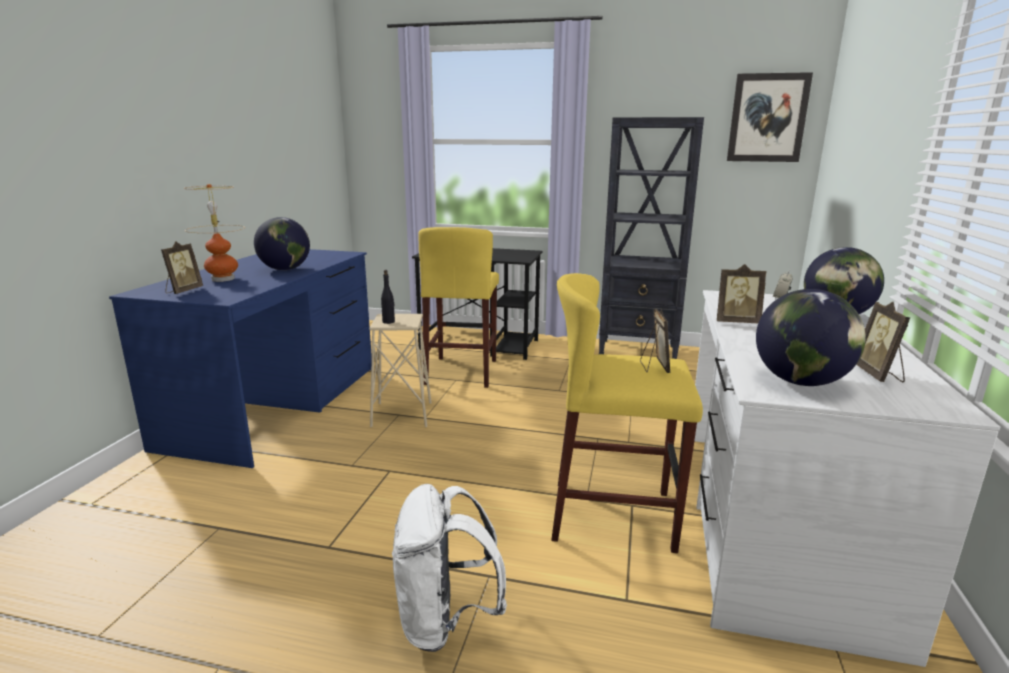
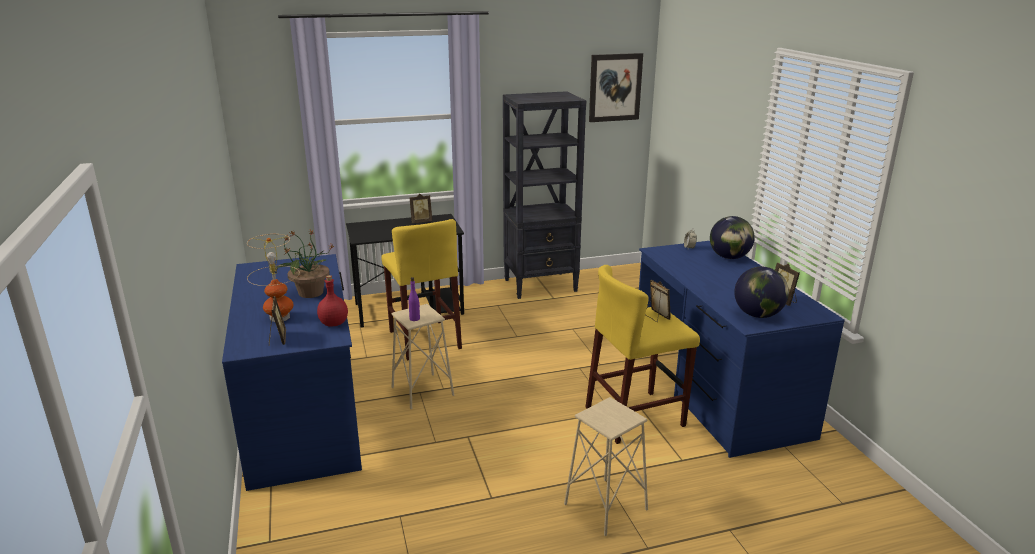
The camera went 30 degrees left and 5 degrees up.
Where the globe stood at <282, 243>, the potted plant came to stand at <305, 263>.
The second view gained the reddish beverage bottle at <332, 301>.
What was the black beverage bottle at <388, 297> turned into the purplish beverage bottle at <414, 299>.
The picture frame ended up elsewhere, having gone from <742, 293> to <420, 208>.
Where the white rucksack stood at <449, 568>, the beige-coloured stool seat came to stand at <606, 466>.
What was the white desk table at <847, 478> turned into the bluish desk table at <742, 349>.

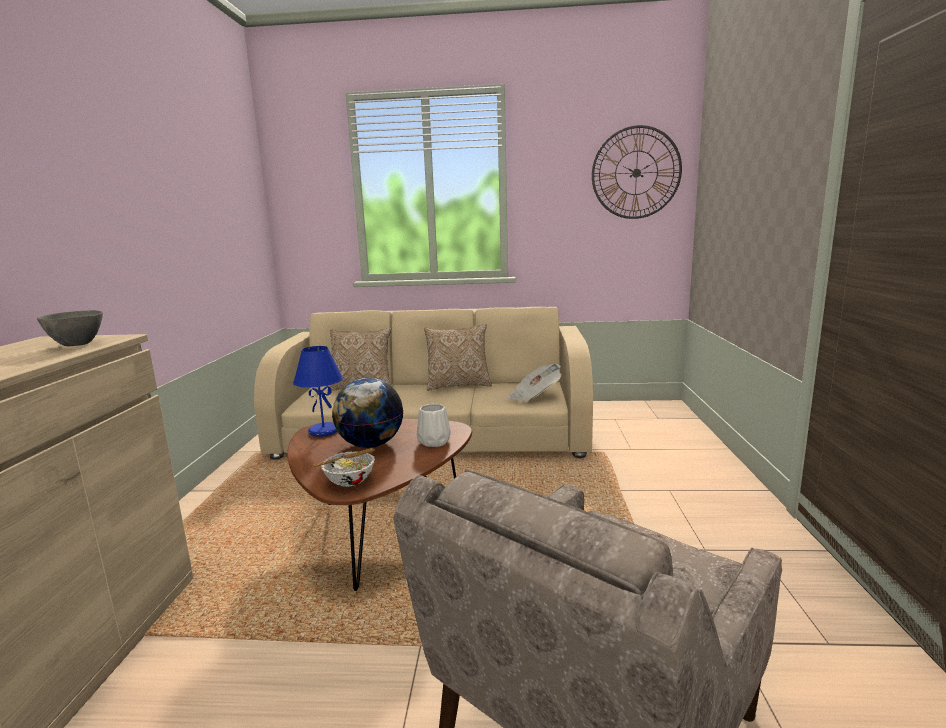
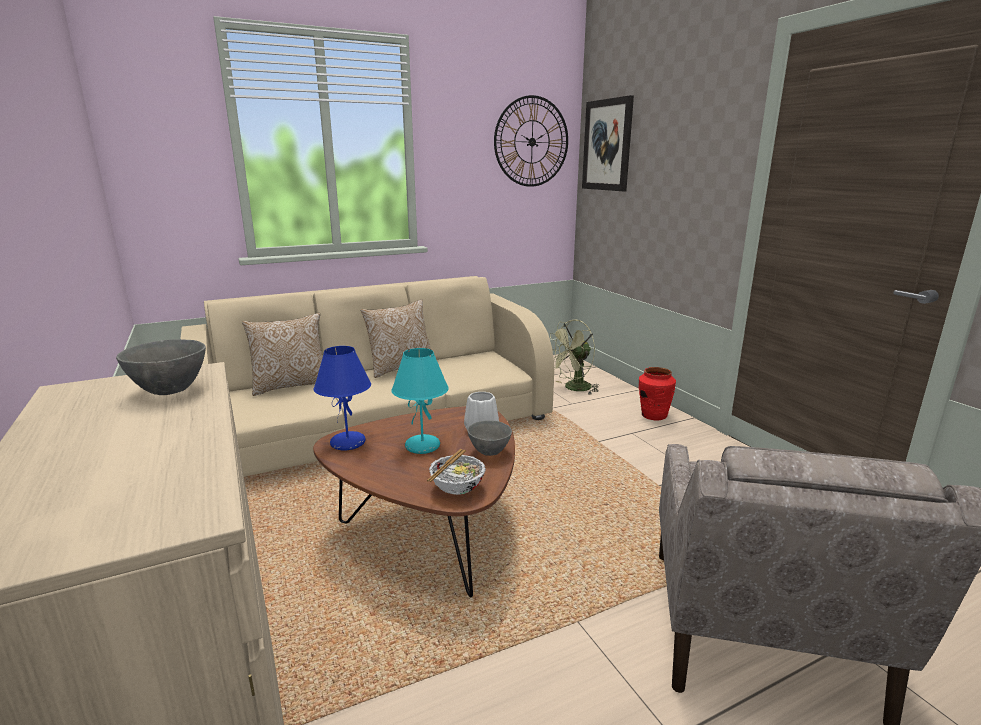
The camera went 30 degrees left and 5 degrees up.
Where the globe stood at <367, 413>, the turquoise lamp for a table came to stand at <420, 401>.
The second view gained the grey bowl at <489, 438>.
The second view gained the greenish electric fan at <575, 357>.
The second view gained the wall picture at <608, 143>.
The second view gained the reddish flower vase at <657, 393>.
The second view lost the printed paper at <534, 383>.

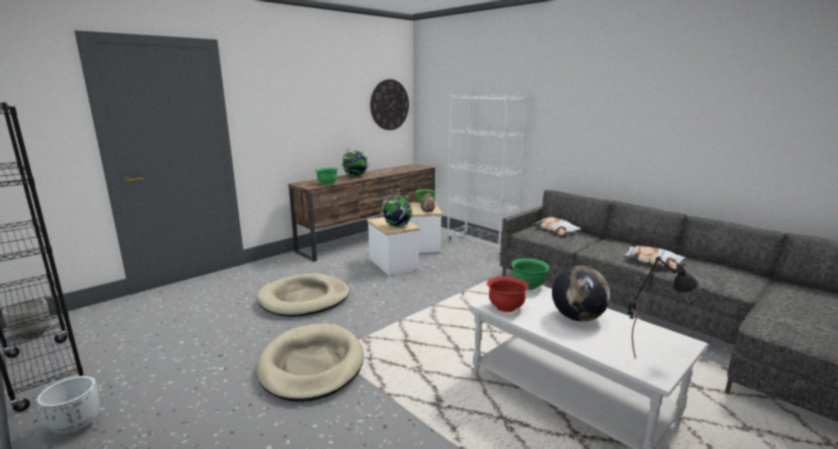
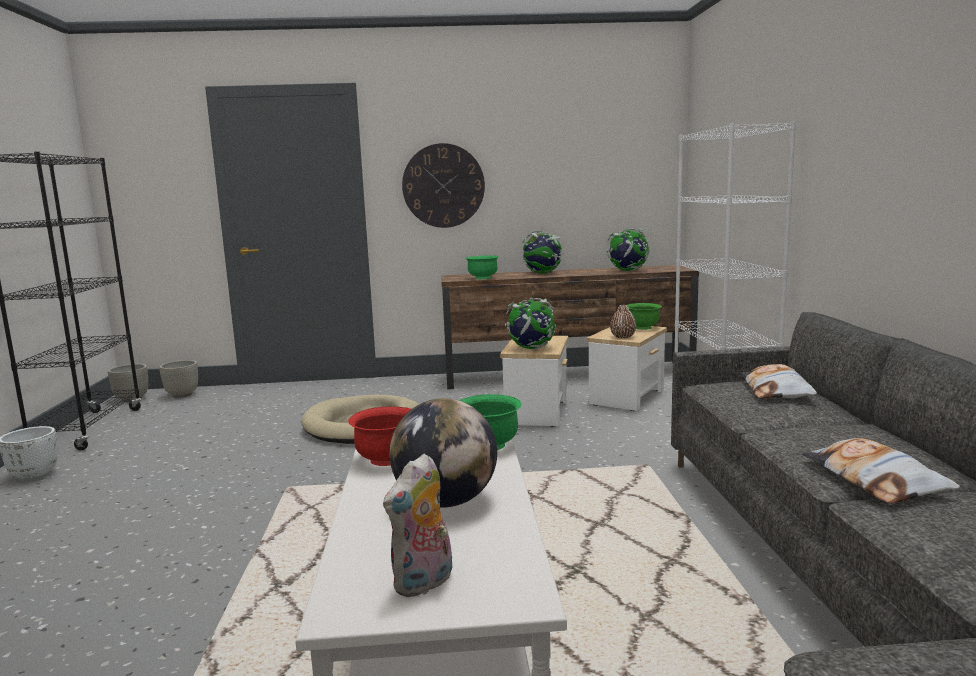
The camera went 40 degrees right and 5 degrees down.
The second view gained the grey plant pot at <178, 379>.
Where the black lamp for a table stood at <663, 307>, the soft toy came to stand at <417, 526>.
The wall clock ended up elsewhere, having gone from <389, 104> to <443, 185>.
The second view gained the globe at <628, 249>.
The second view lost the beige-coloured dog bed at <310, 362>.

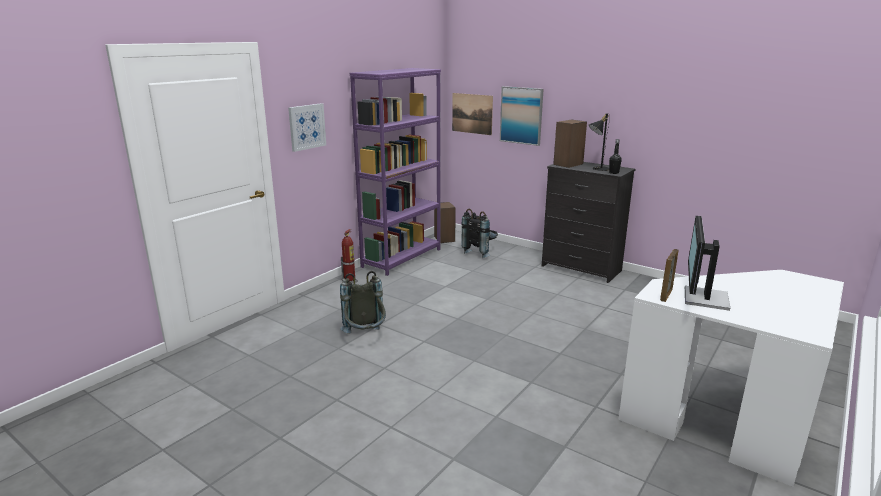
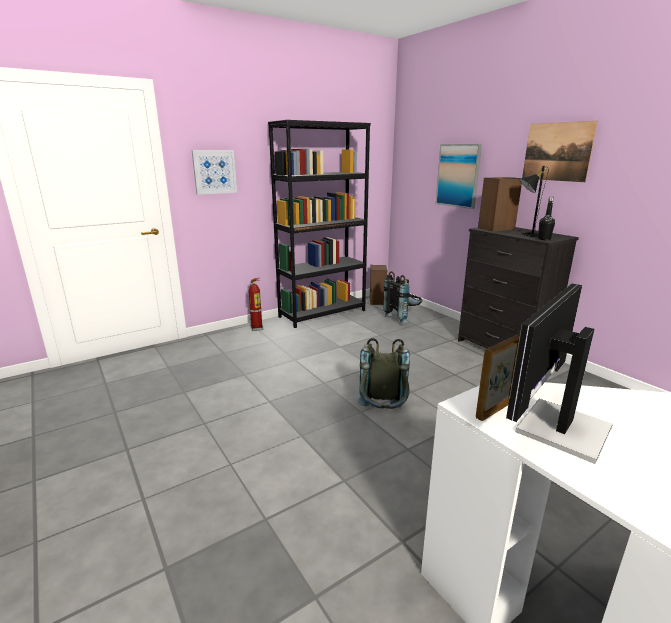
The camera went 20 degrees right and 0 degrees up.
What was the purplish bookcase at <395, 172> turned into the black bookcase at <319, 224>.
The grey rucksack ended up elsewhere, having gone from <363, 302> to <383, 373>.
The wall picture ended up elsewhere, having gone from <472, 114> to <560, 151>.

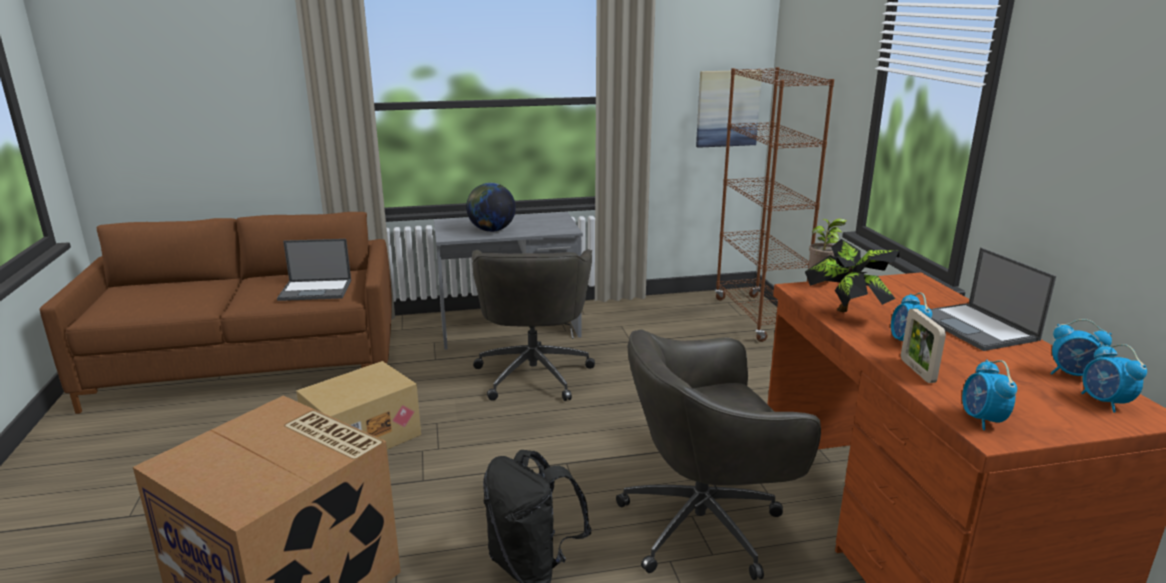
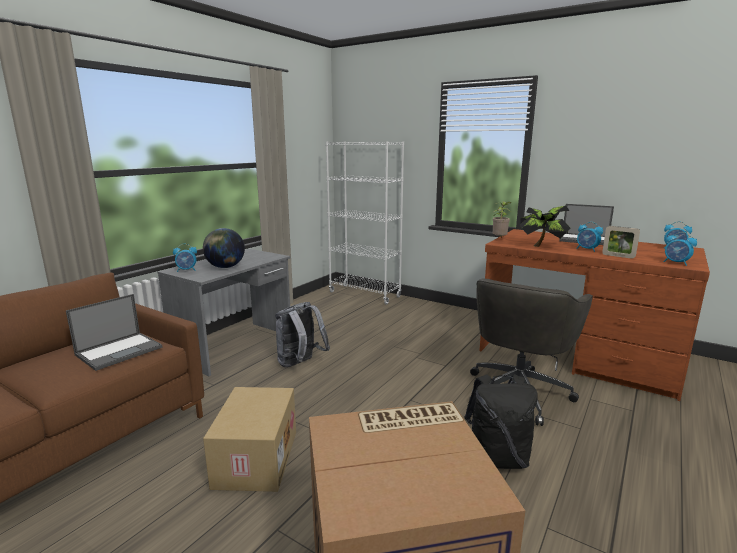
The camera went 45 degrees left and 5 degrees down.
The bedside clock ended up elsewhere, having gone from <1081, 347> to <185, 258>.
Where the grey computer chair stood at <533, 325>, the grey rucksack came to stand at <302, 334>.
What was the brown bookcase at <774, 204> turned into the white bookcase at <365, 222>.
The second view lost the wall picture at <729, 109>.

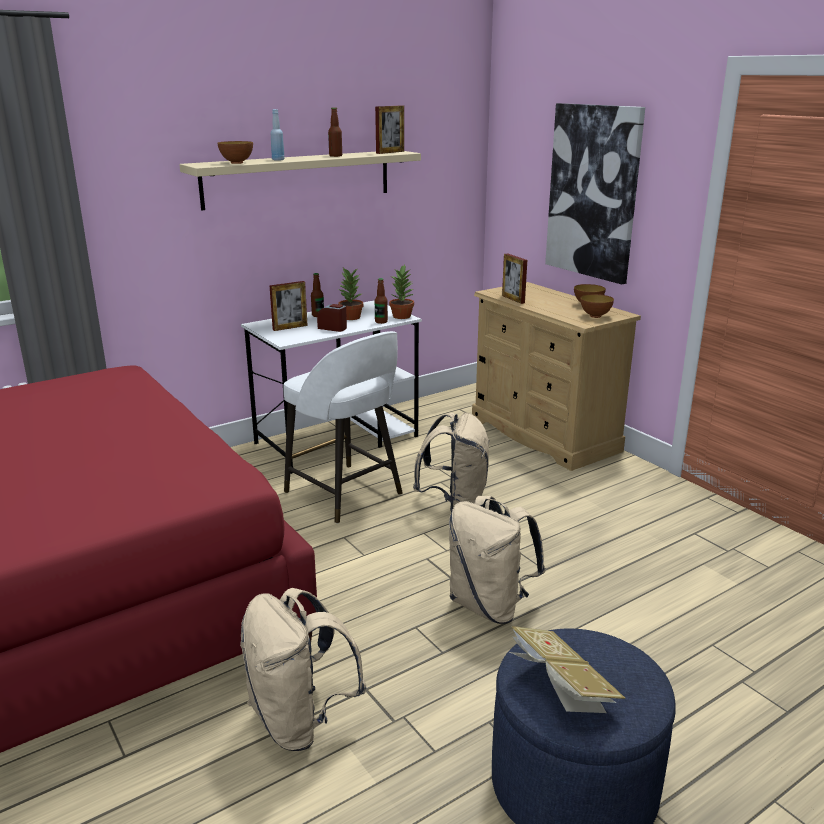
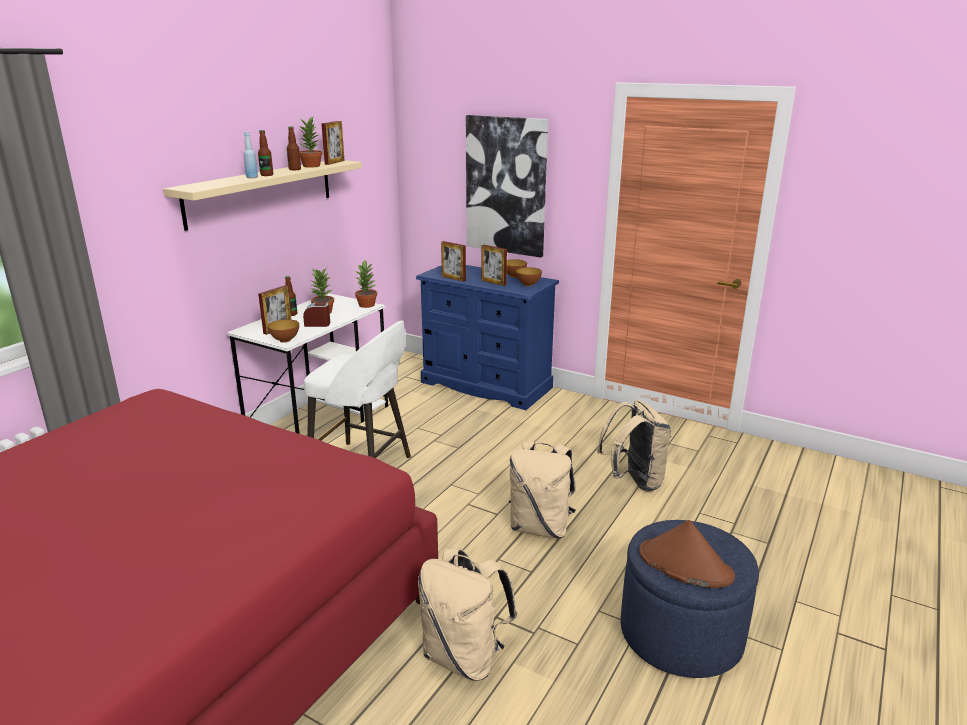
The camera went 25 degrees left and 0 degrees up.
The beverage bottle ended up elsewhere, having gone from <381, 301> to <265, 153>.
The bowl ended up elsewhere, having gone from <235, 152> to <283, 331>.
The second view gained the potted plant at <310, 142>.
What was the beige-coloured chest of drawers at <556, 376> turned into the bluish chest of drawers at <487, 337>.
The second view gained the picture frame at <494, 265>.
The beige-coloured rucksack ended up elsewhere, having gone from <451, 462> to <634, 446>.
Where the volume stood at <567, 669>, the brown wearable hat came to stand at <687, 554>.

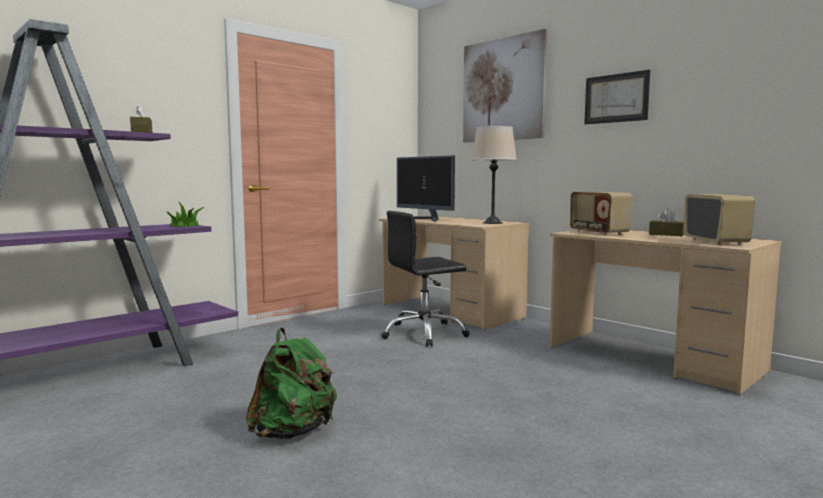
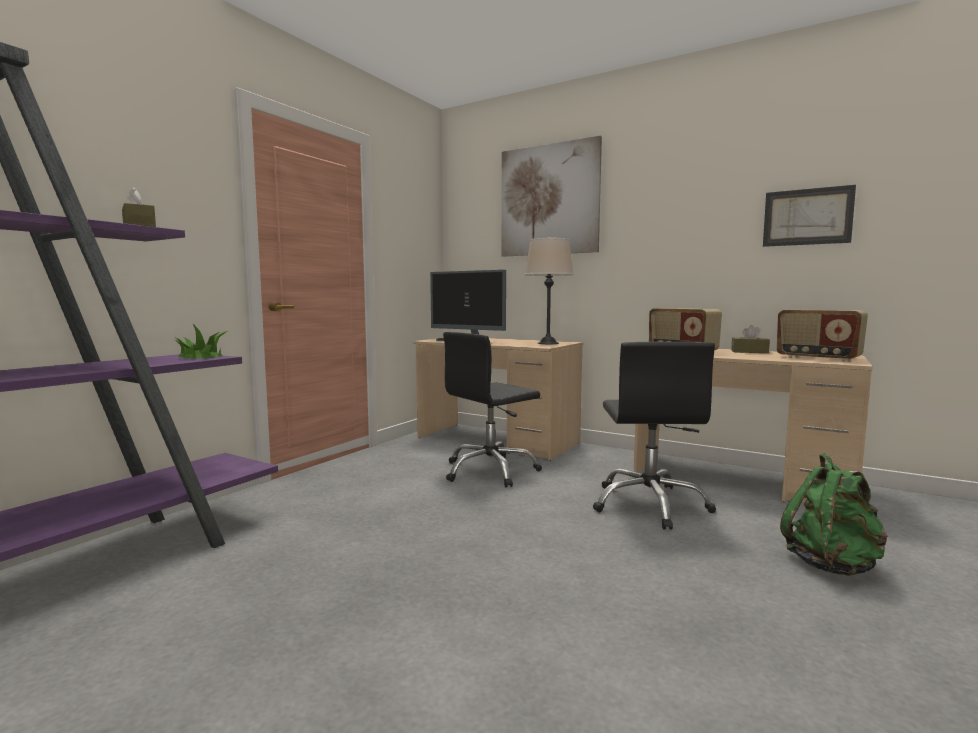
The camera went 15 degrees left and 0 degrees up.
The second view gained the black computer chair at <654, 436>.
The wall picture ended up elsewhere, having gone from <617, 97> to <809, 216>.
The radio receiver at <719, 219> ended up facing another way, 150 degrees clockwise from before.
The greenish rucksack ended up elsewhere, having gone from <291, 383> to <834, 515>.

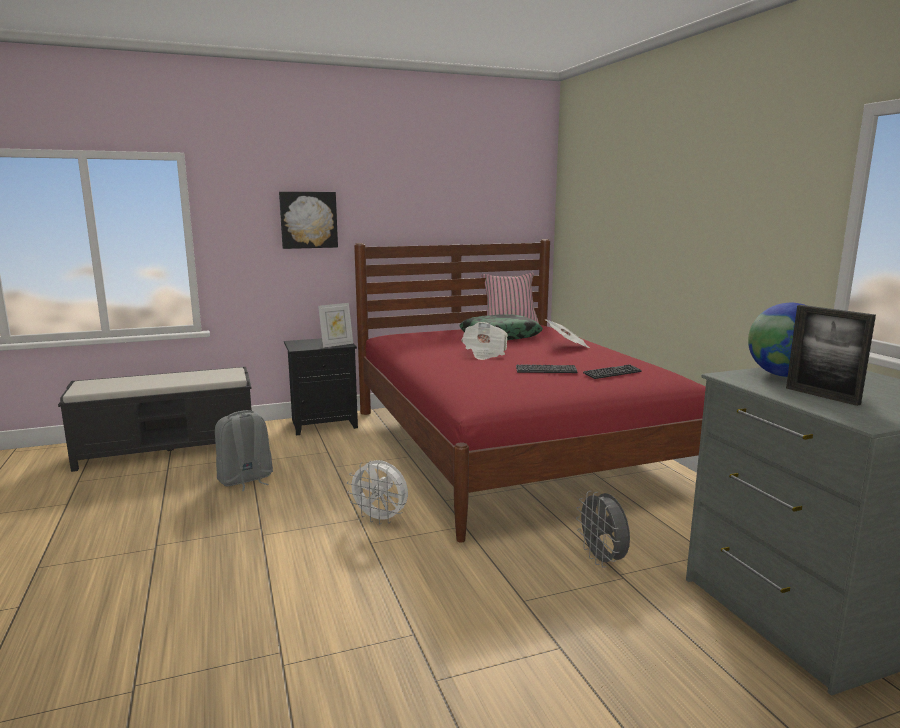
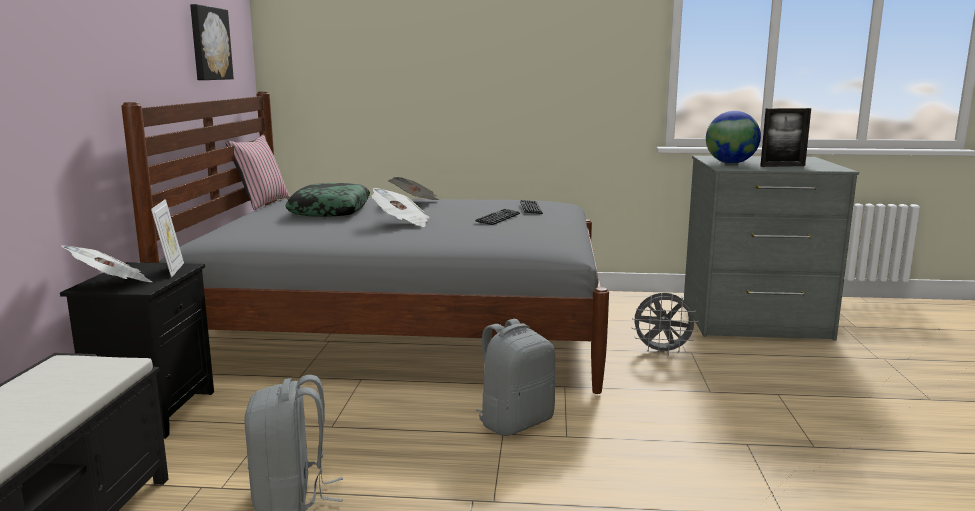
The camera went 65 degrees left and 0 degrees up.
The second view gained the printed paper at <106, 263>.
What was the reddish sleeping bed at <530, 391> turned into the grey sleeping bed at <365, 243>.
The wall picture ended up elsewhere, having gone from <308, 220> to <212, 42>.
Where the white electric fan stood at <377, 492>, the grey rucksack came to stand at <515, 377>.

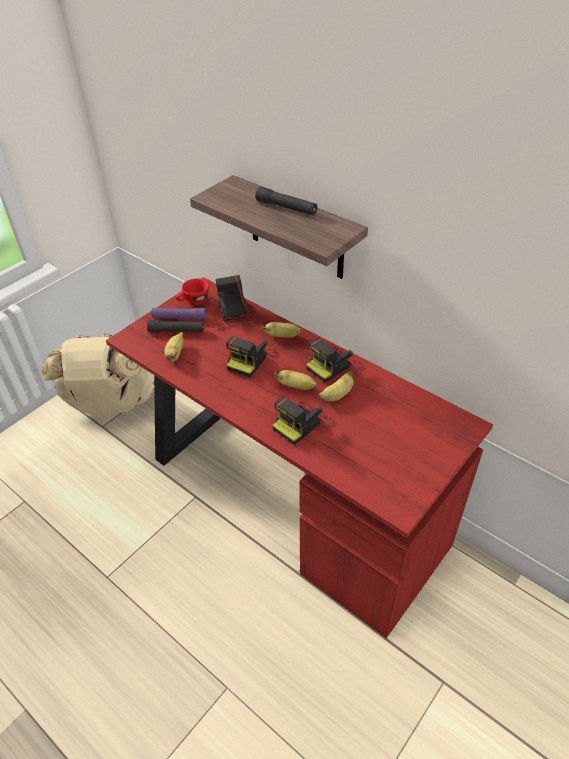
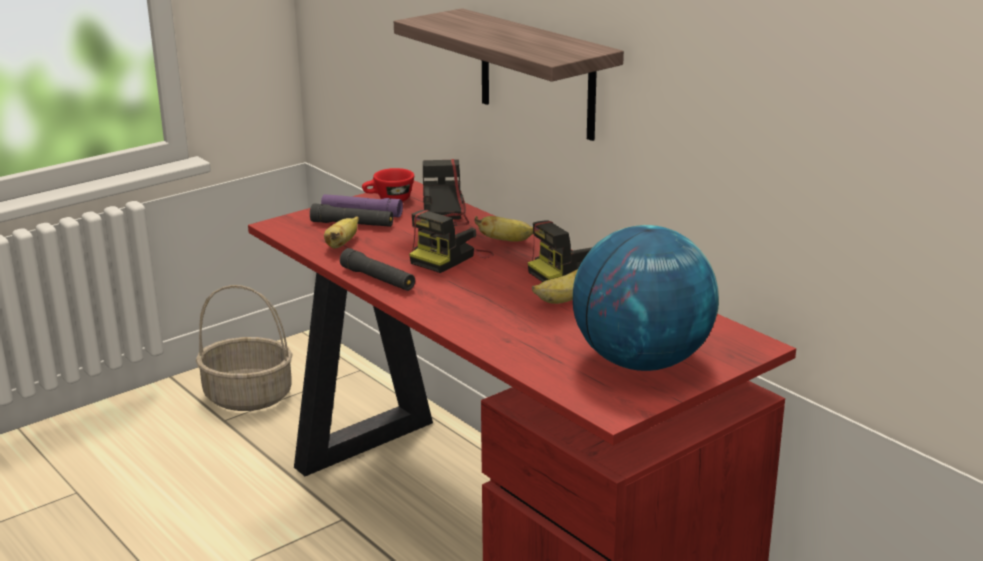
The camera went 10 degrees right and 20 degrees down.
Where the beige-coloured rucksack stood at <98, 374>, the basket came to stand at <244, 348>.
The black flashlight ended up elsewhere, having gone from <286, 200> to <377, 269>.
The second view gained the globe at <646, 298>.
The second view lost the photo camera at <303, 421>.
The second view lost the banana at <295, 380>.

